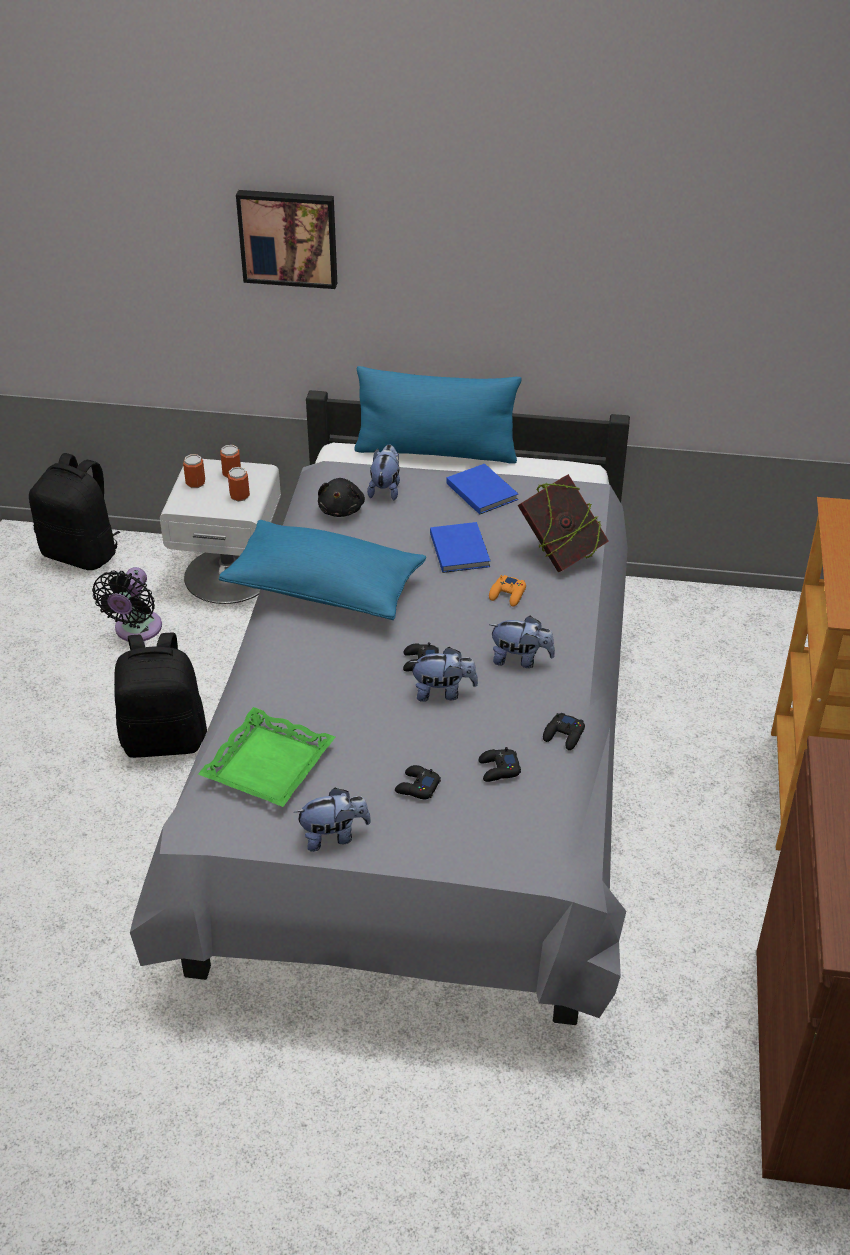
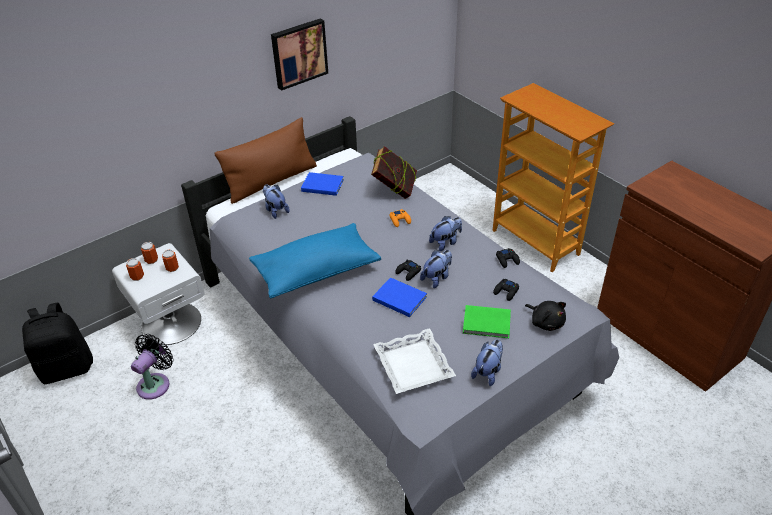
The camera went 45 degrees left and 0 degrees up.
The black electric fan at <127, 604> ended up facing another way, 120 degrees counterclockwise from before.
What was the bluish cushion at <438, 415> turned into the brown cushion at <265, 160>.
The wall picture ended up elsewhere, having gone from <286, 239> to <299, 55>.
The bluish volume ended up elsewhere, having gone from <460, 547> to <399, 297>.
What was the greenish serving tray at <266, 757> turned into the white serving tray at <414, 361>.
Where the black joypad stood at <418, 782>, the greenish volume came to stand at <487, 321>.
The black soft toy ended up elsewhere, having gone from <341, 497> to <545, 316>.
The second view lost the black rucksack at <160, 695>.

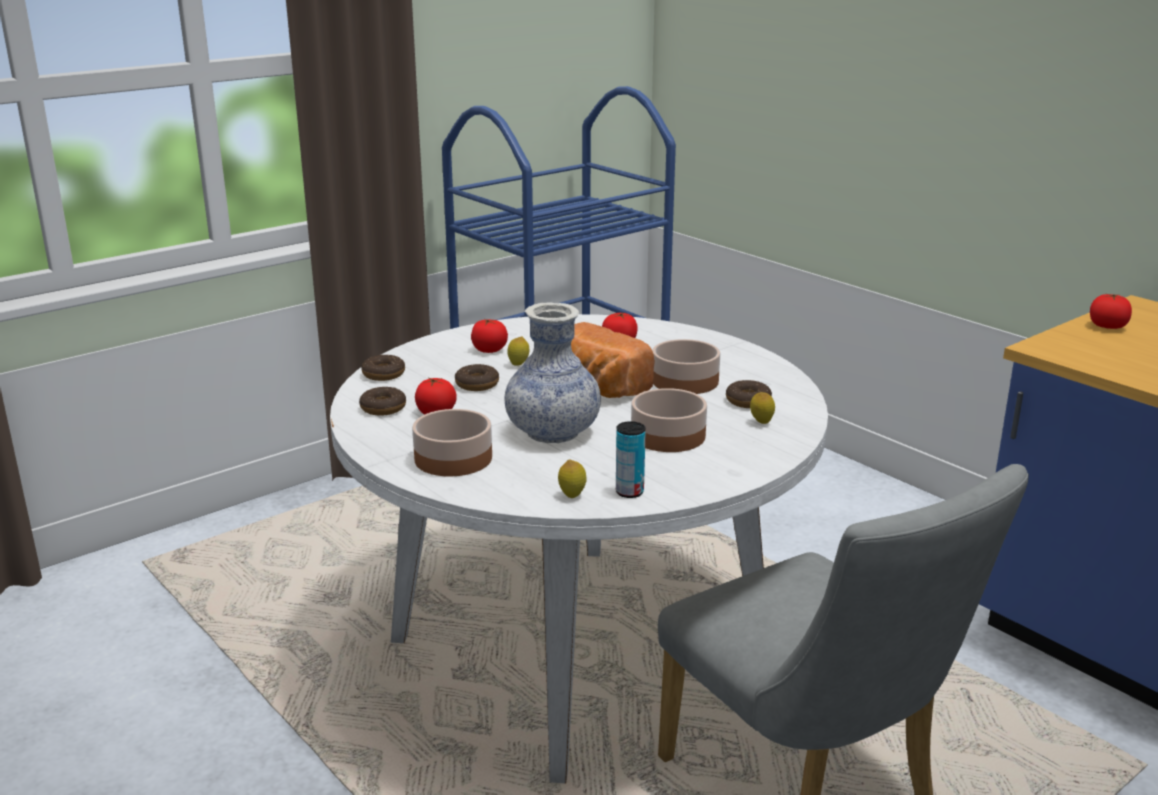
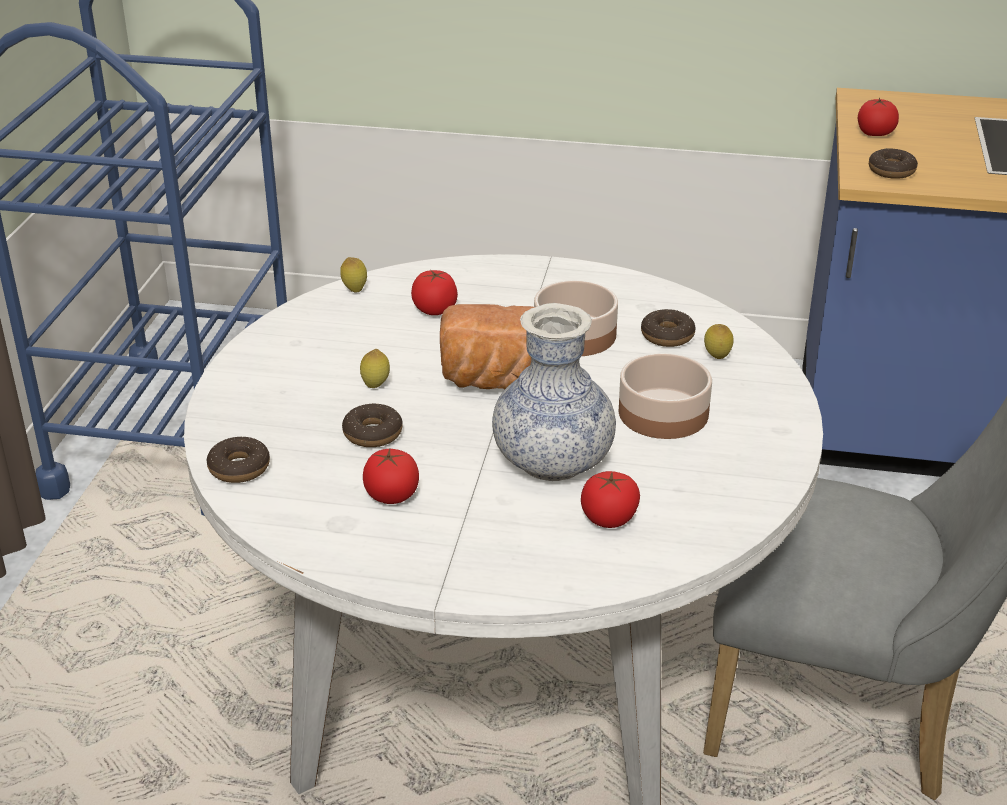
The camera went 40 degrees left and 10 degrees up.
The citrus fruit ended up elsewhere, having gone from <572, 479> to <353, 275>.
The fresh tomato ended up elsewhere, having gone from <489, 336> to <610, 499>.
The donut ended up elsewhere, having gone from <382, 401> to <893, 163>.
The second view lost the bowl at <452, 442>.
The second view lost the sealed can at <631, 459>.

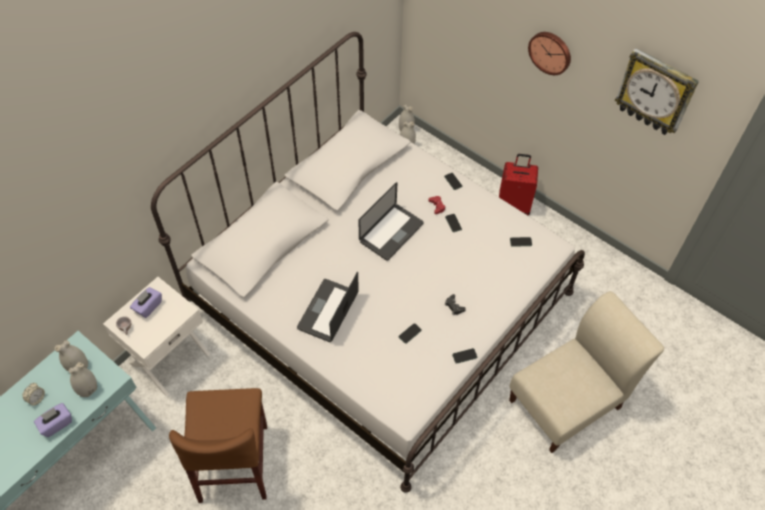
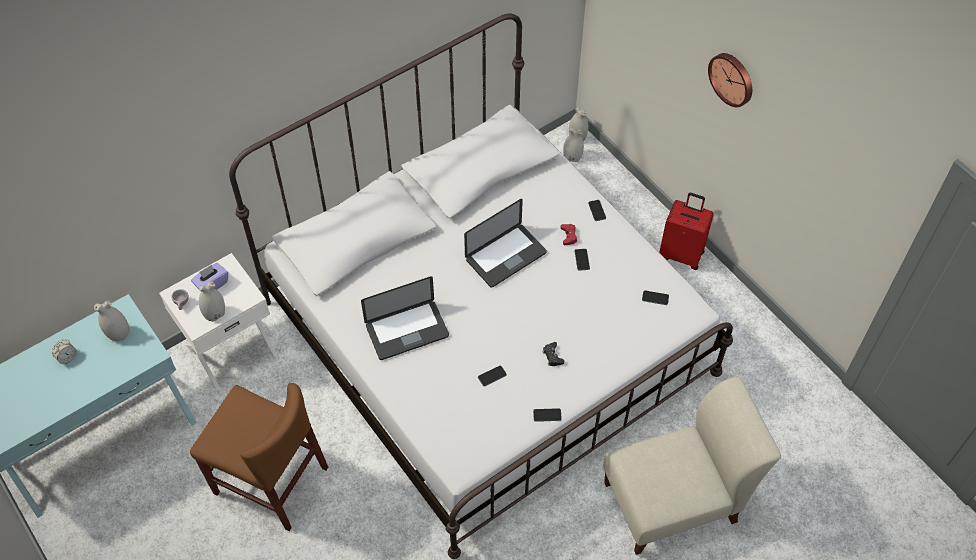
The camera went 15 degrees right and 0 degrees up.
The brown chair at <218, 445> ended up facing another way, 75 degrees counterclockwise from before.
The white flower vase ended up elsewhere, having gone from <83, 379> to <212, 301>.
The portable computer at <328, 306> ended up facing another way, 150 degrees counterclockwise from before.
The second view lost the purplish tissue box at <53, 420>.
The second view lost the wall clock at <657, 91>.

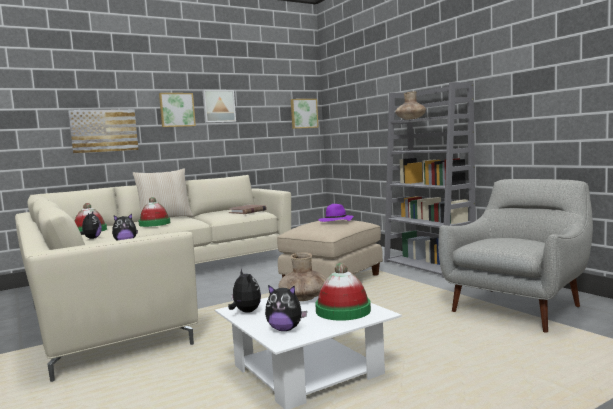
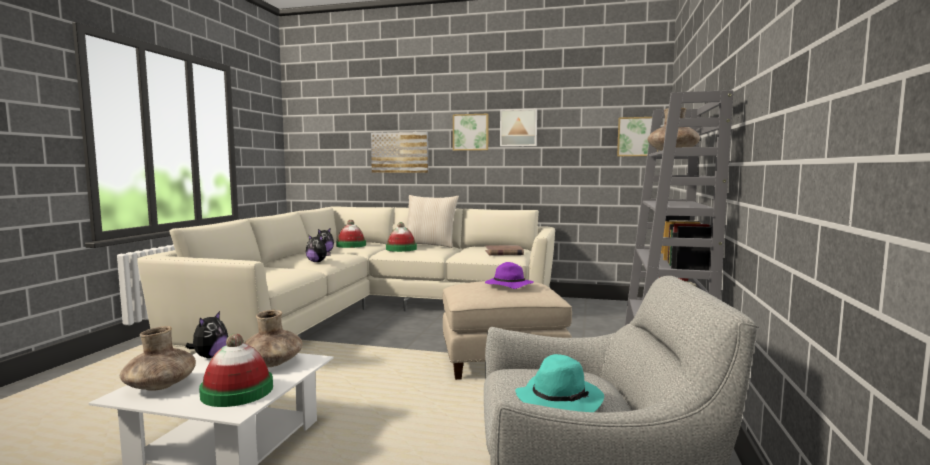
The camera went 45 degrees right and 0 degrees up.
Where the soft toy stood at <286, 308>, the brown flower vase came to stand at <158, 358>.
The second view gained the turquoise wearable hat at <559, 383>.

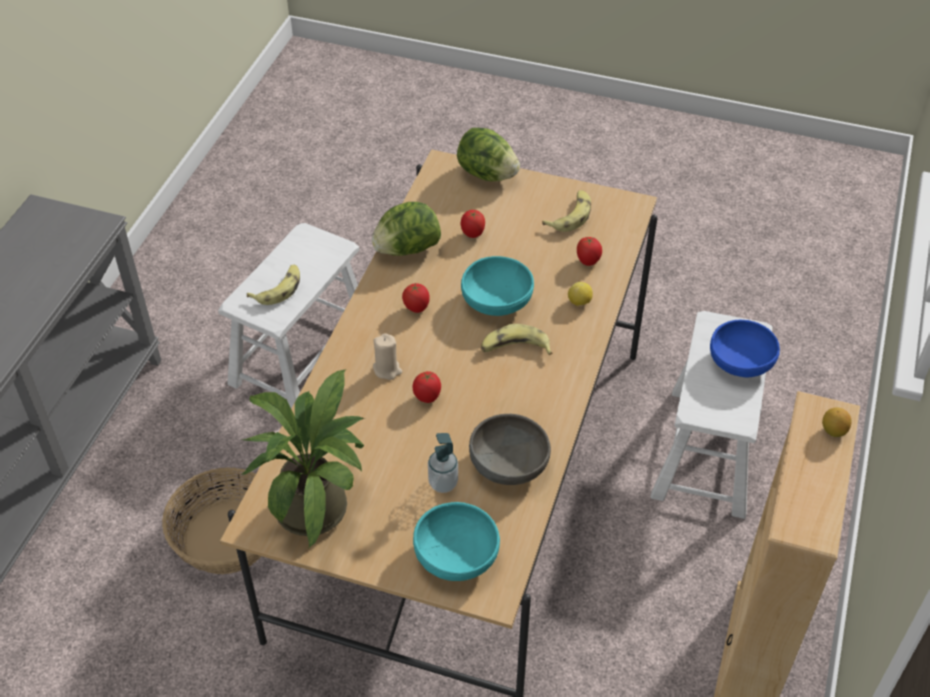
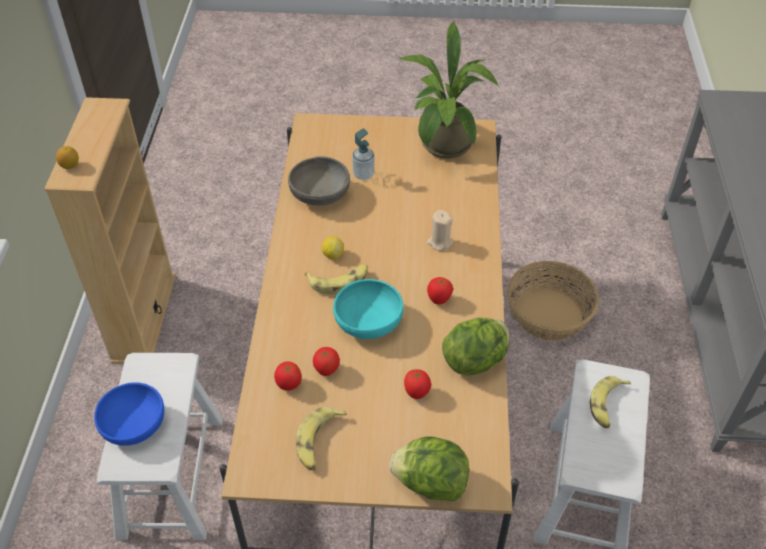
The camera went 165 degrees right and 0 degrees up.
The fresh tomato ended up elsewhere, having gone from <427, 387> to <326, 361>.
The citrus fruit ended up elsewhere, having gone from <580, 294> to <333, 247>.
The second view lost the turquoise bowl at <456, 541>.

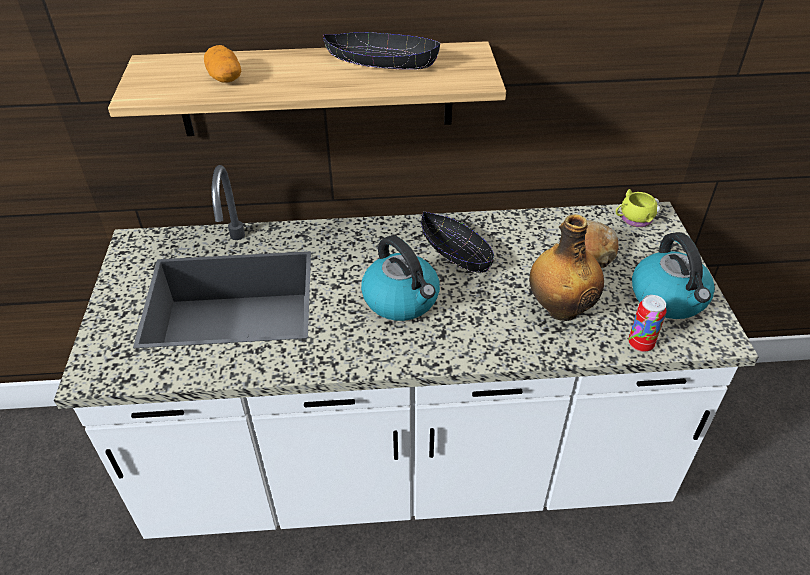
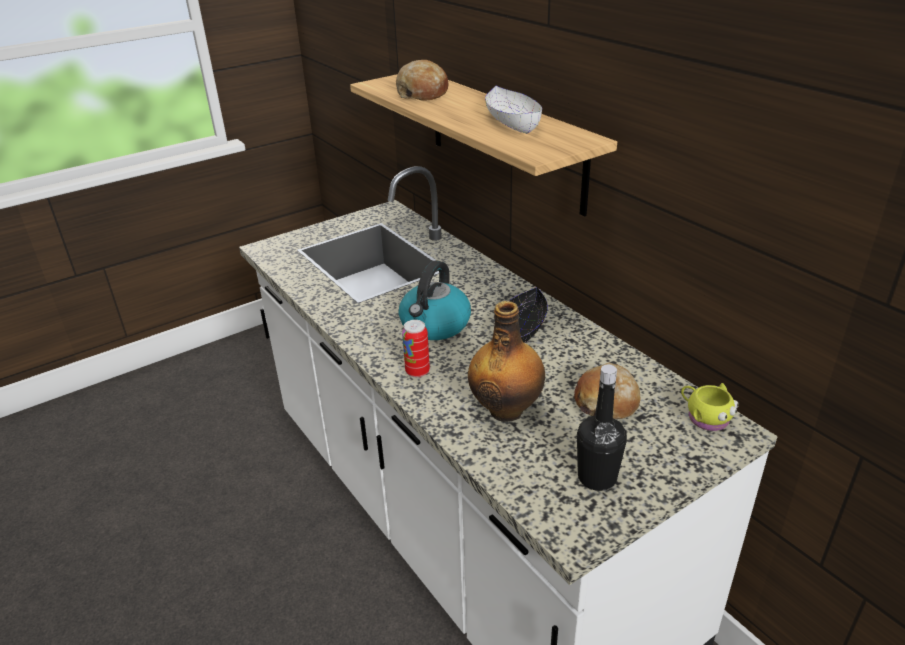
The camera went 60 degrees right and 10 degrees down.
Where the potato stood at <222, 64>, the baked bread came to stand at <422, 80>.
The sealed can ended up elsewhere, having gone from <647, 323> to <416, 349>.
What was the black bowl at <381, 51> turned into the white bowl at <513, 110>.
Where the tea kettle stood at <673, 275>, the black beverage bottle came to stand at <602, 428>.

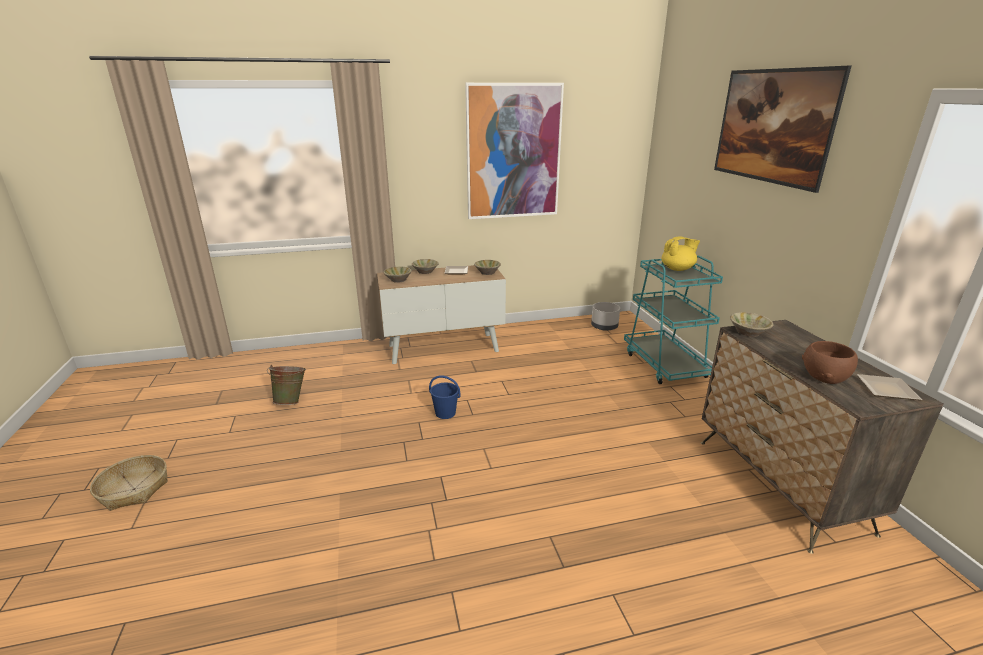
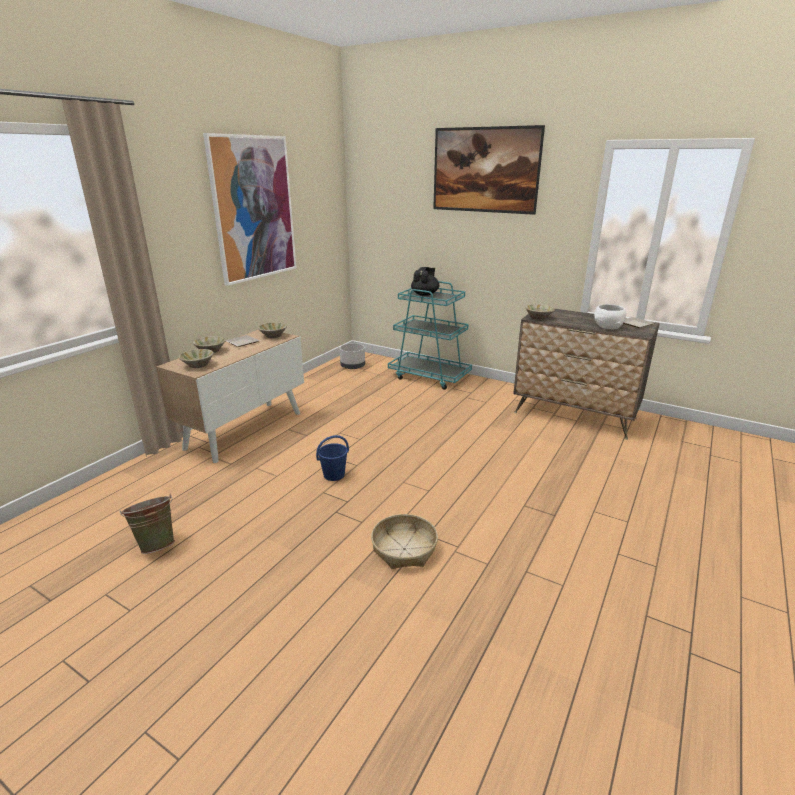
The camera went 45 degrees left and 0 degrees up.
The basket ended up elsewhere, having gone from <129, 483> to <404, 541>.
What was the yellow-coloured teapot at <680, 253> turned into the black teapot at <425, 281>.
What was the brown bowl at <830, 362> turned into the white bowl at <610, 316>.

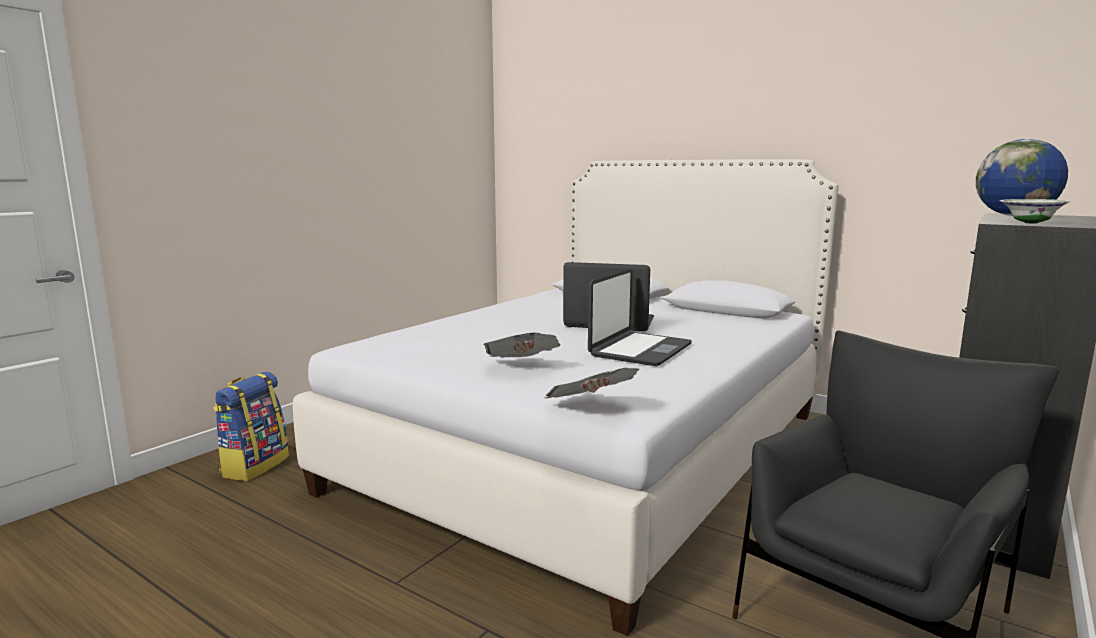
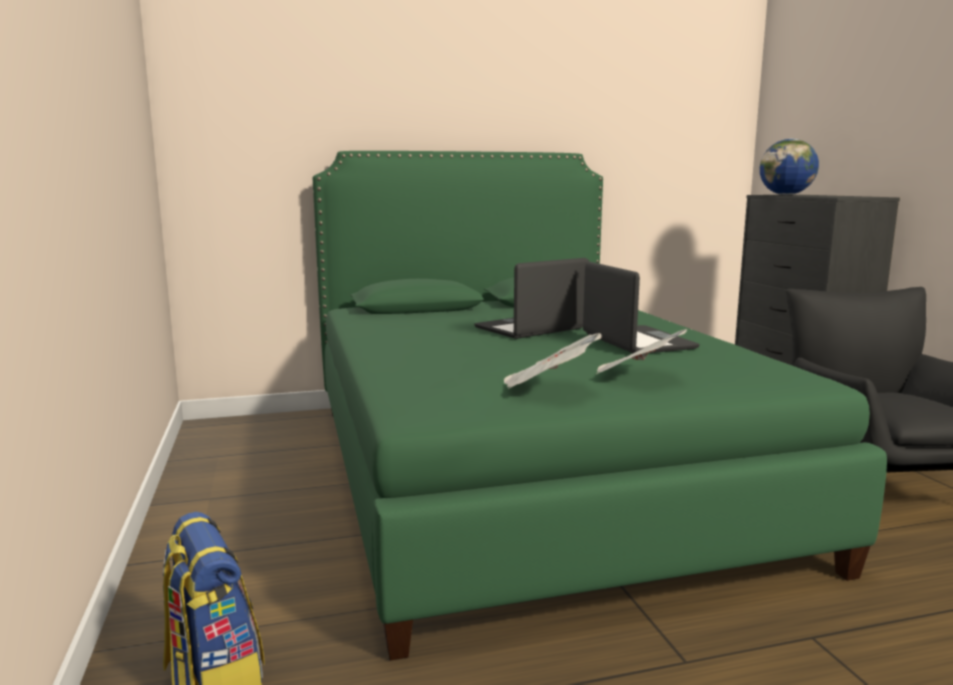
The camera went 50 degrees left and 0 degrees up.
What was the white sleeping bed at <565, 397> turned into the greenish sleeping bed at <600, 406>.
The printed paper ended up elsewhere, having gone from <592, 383> to <552, 361>.
The second view lost the white bowl at <1035, 211>.

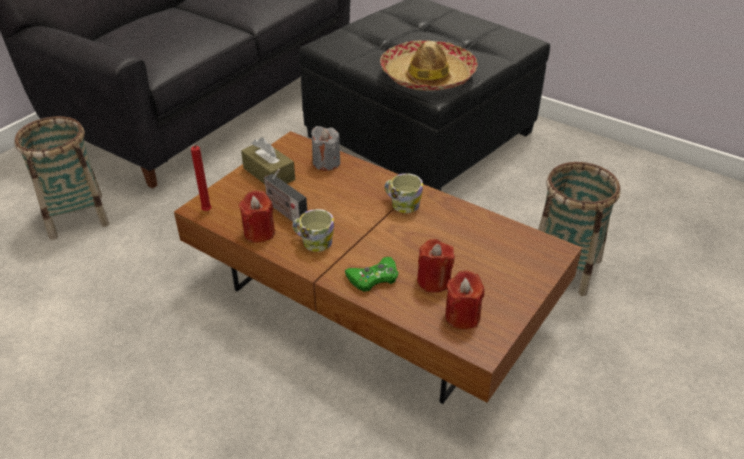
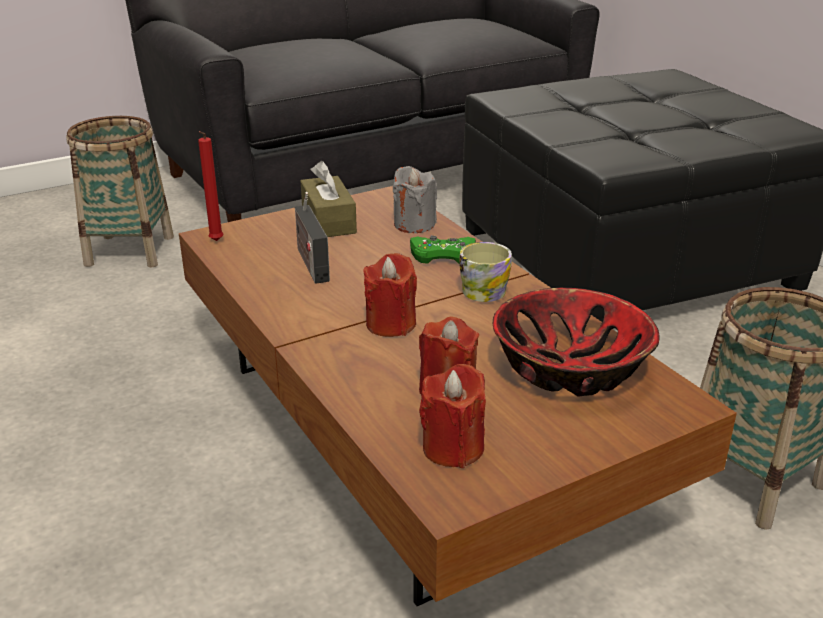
The camera went 25 degrees right and 10 degrees down.
The reddish candle ended up elsewhere, having gone from <257, 216> to <390, 295>.
The greenish joypad ended up elsewhere, having gone from <371, 274> to <443, 250>.
The second view gained the bowl at <576, 342>.
The second view lost the mug at <313, 230>.
The second view lost the wearable hat at <429, 65>.

